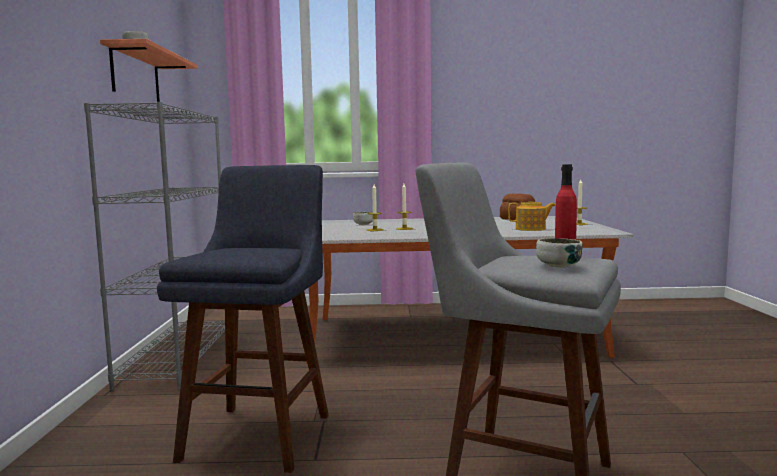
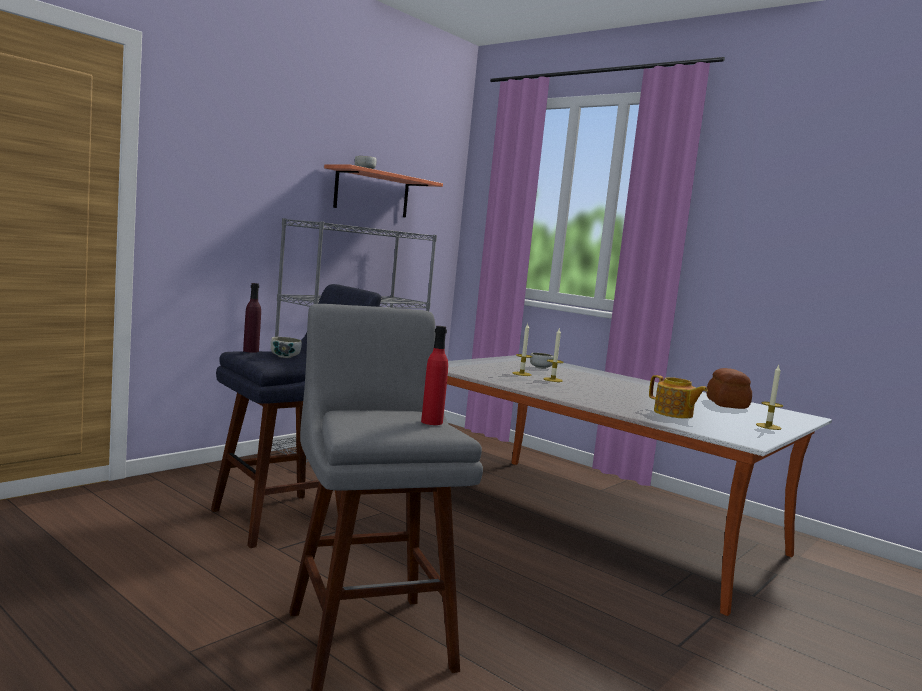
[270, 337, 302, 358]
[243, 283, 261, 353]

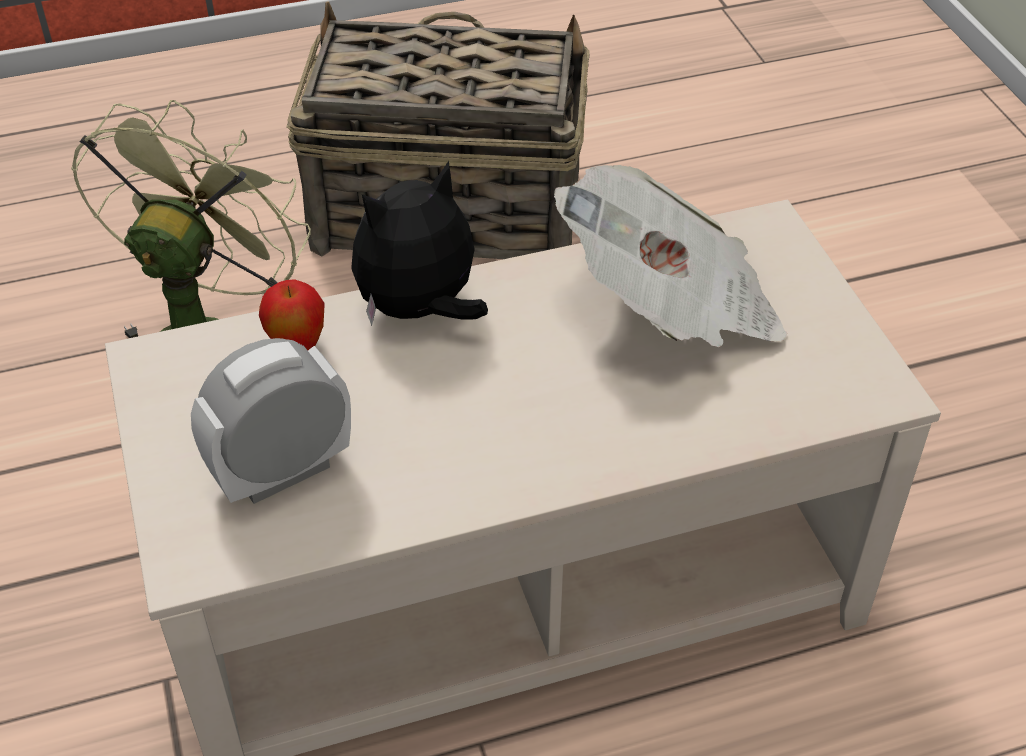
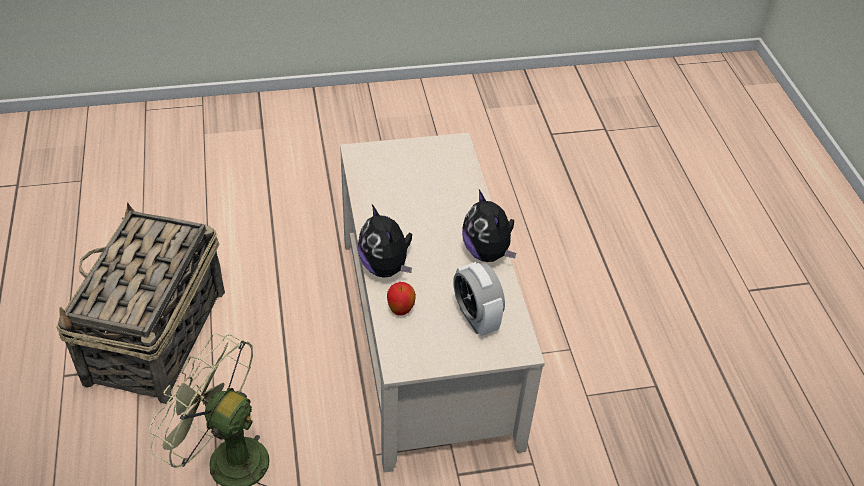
[554, 165, 788, 347] (first image)
[462, 190, 516, 262]

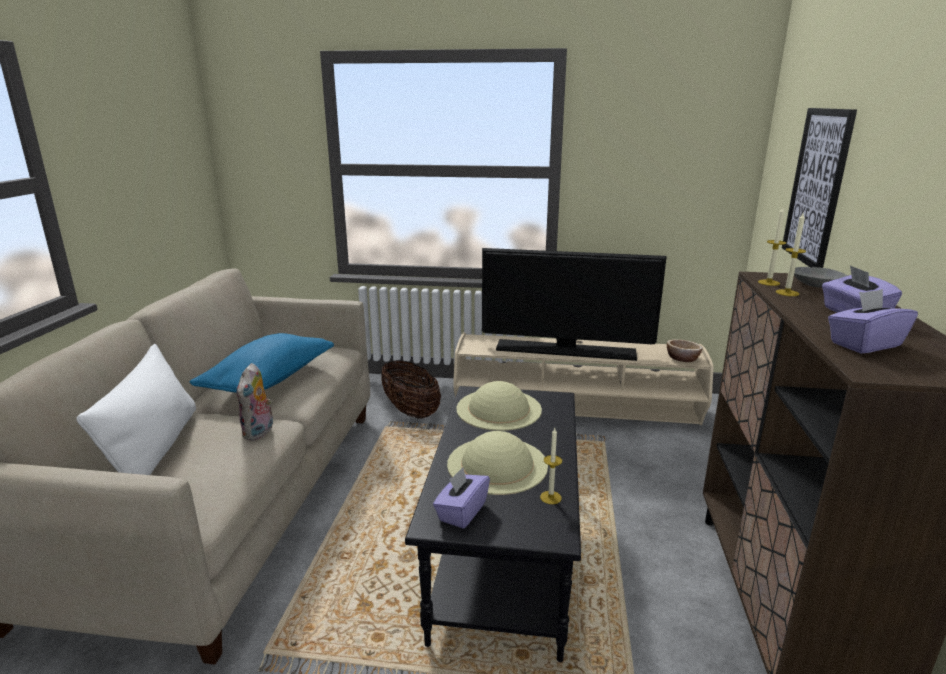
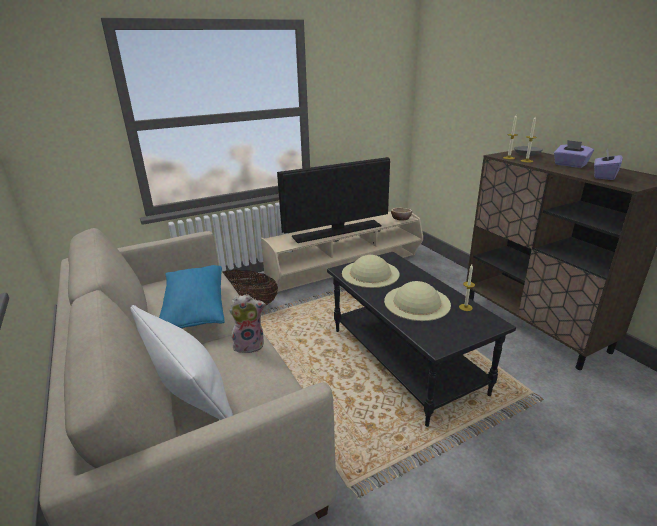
[230, 294, 266, 353]
[433, 467, 490, 529] (first image)
[782, 108, 857, 268] (first image)

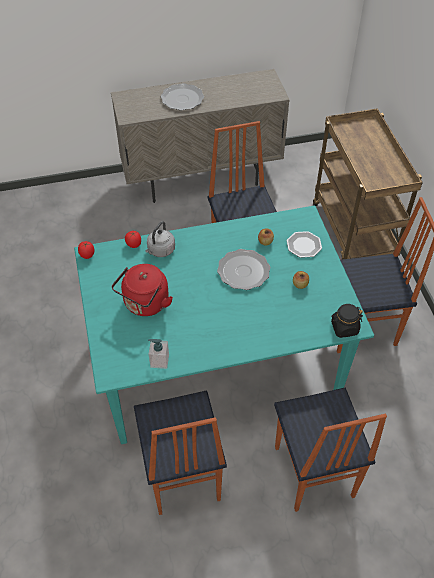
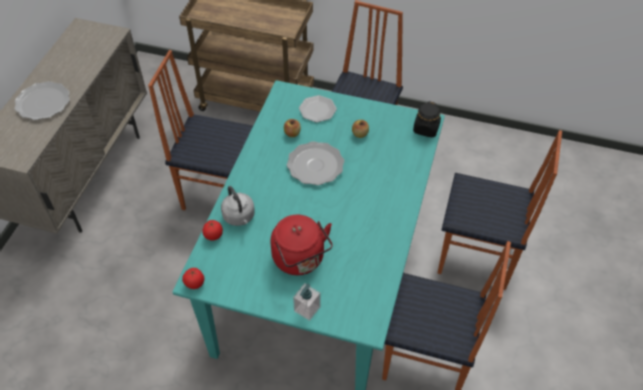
[293, 283, 320, 321]

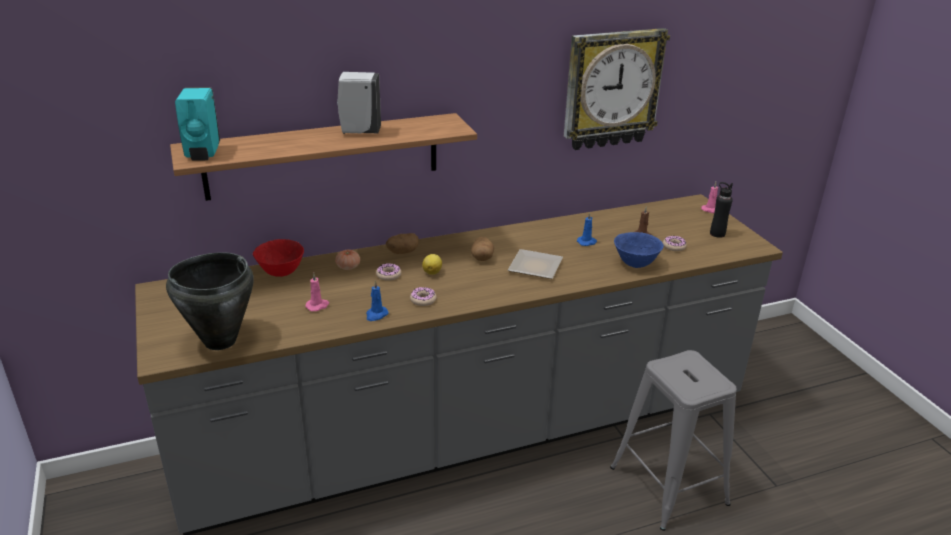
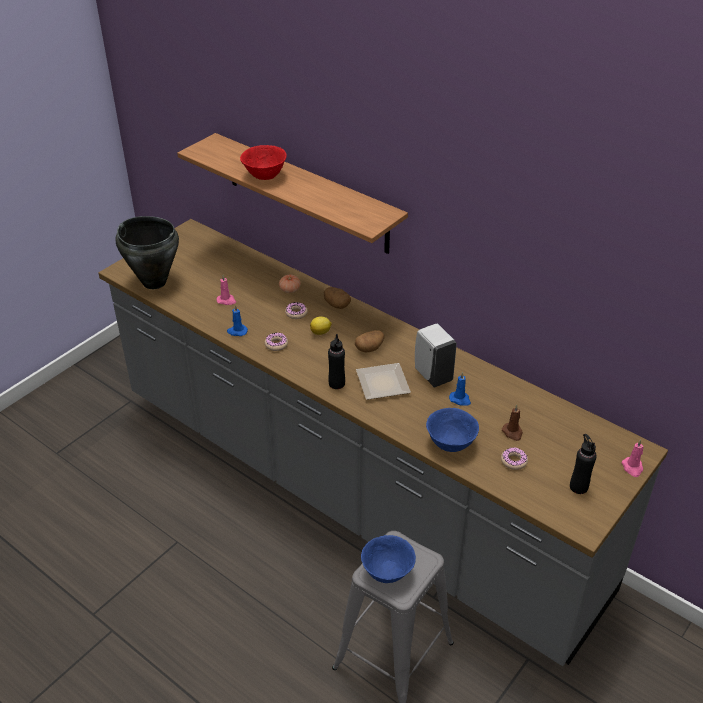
[175, 87, 220, 161] (first image)
[240, 145, 286, 180]
[415, 323, 457, 388]
[564, 28, 670, 150] (first image)
[328, 334, 345, 389]
[361, 535, 416, 583]

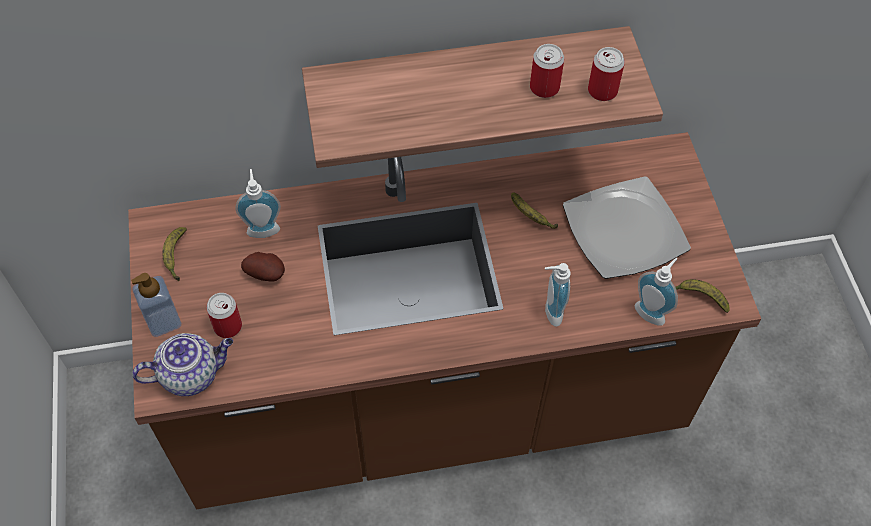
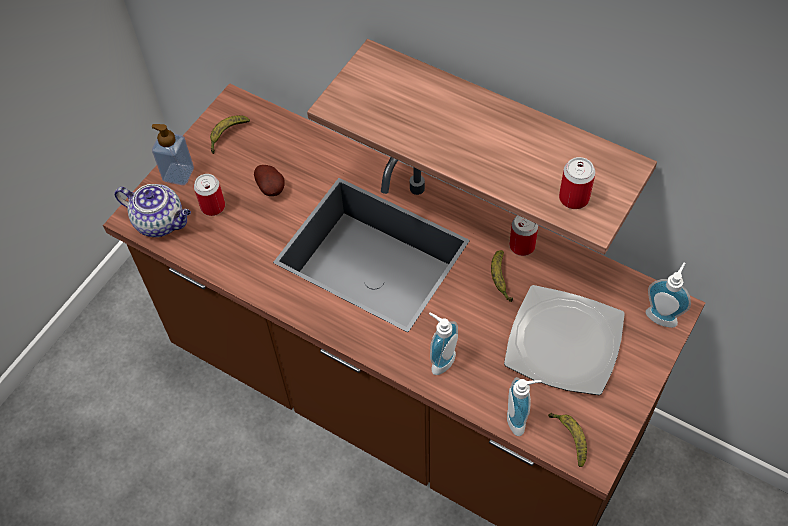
[646, 263, 691, 328]
[509, 215, 538, 256]

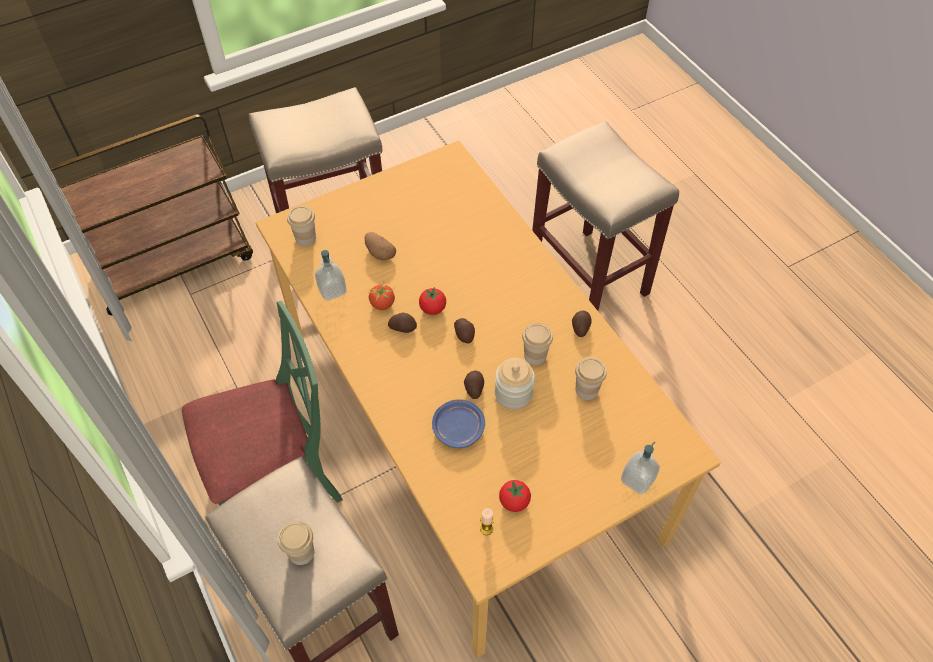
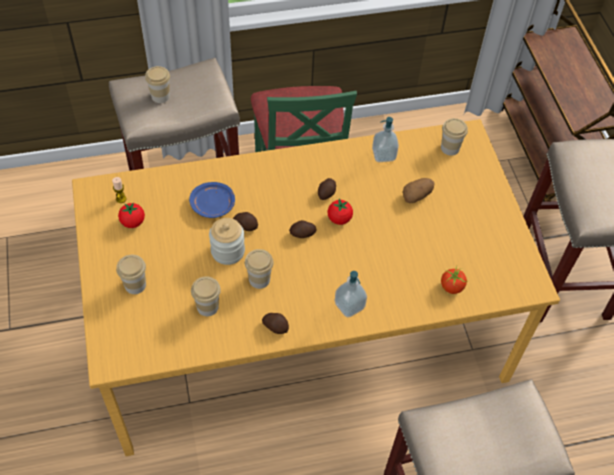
[441, 267, 467, 294]
[335, 271, 367, 317]
[116, 255, 146, 294]

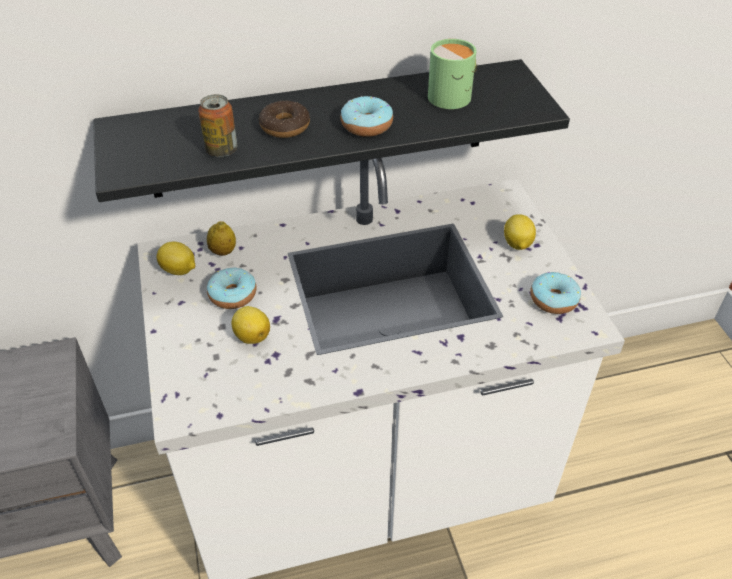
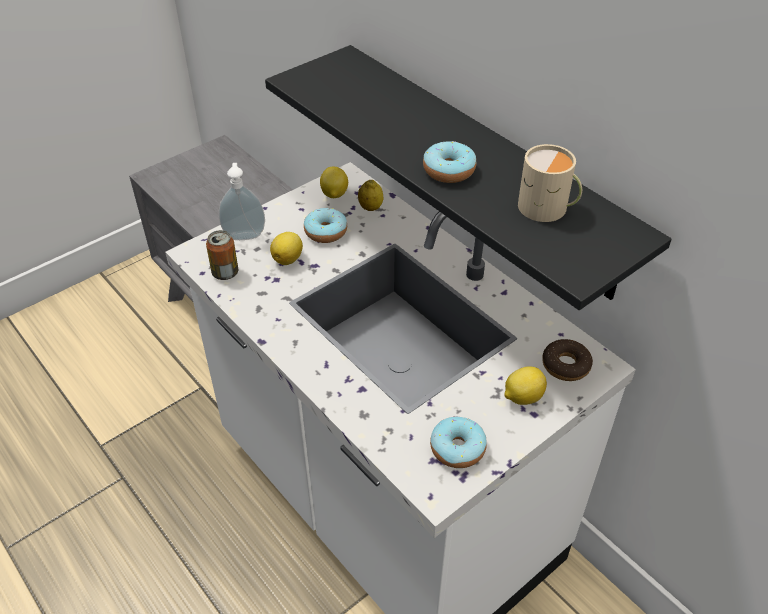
[206, 230, 238, 280]
[542, 339, 593, 381]
[518, 144, 582, 222]
[219, 163, 265, 240]

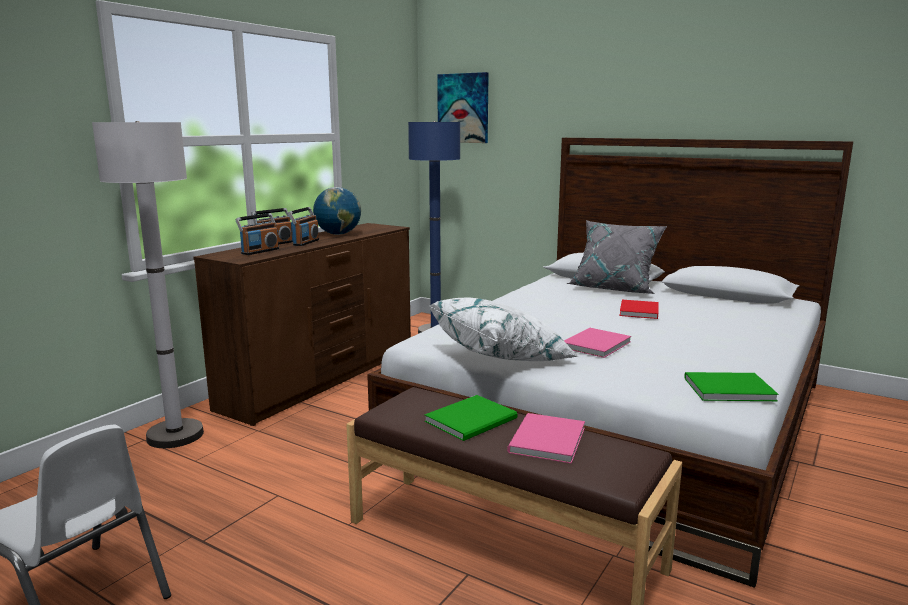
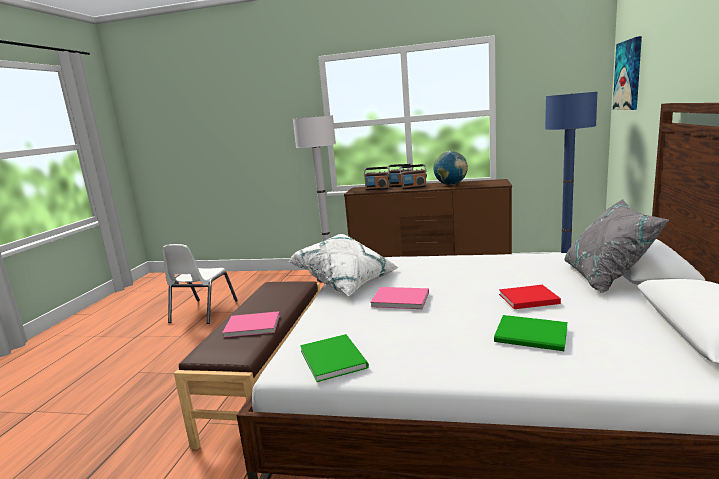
[494, 315, 568, 351]

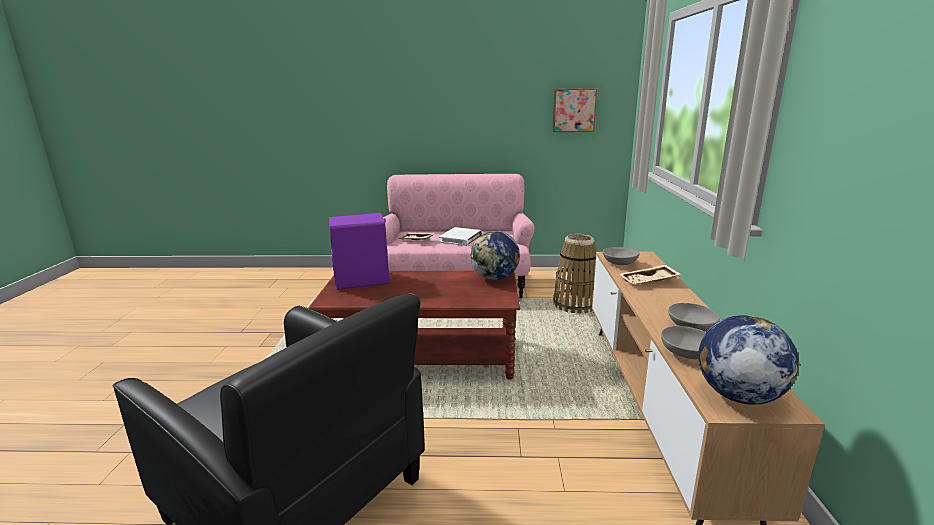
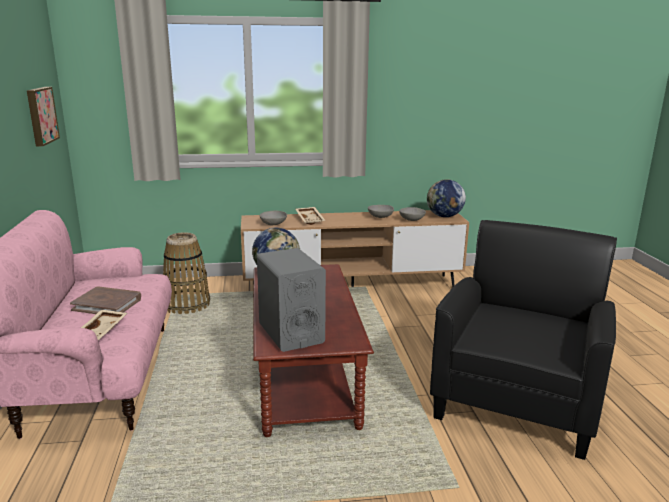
[257, 248, 326, 352]
[70, 286, 141, 314]

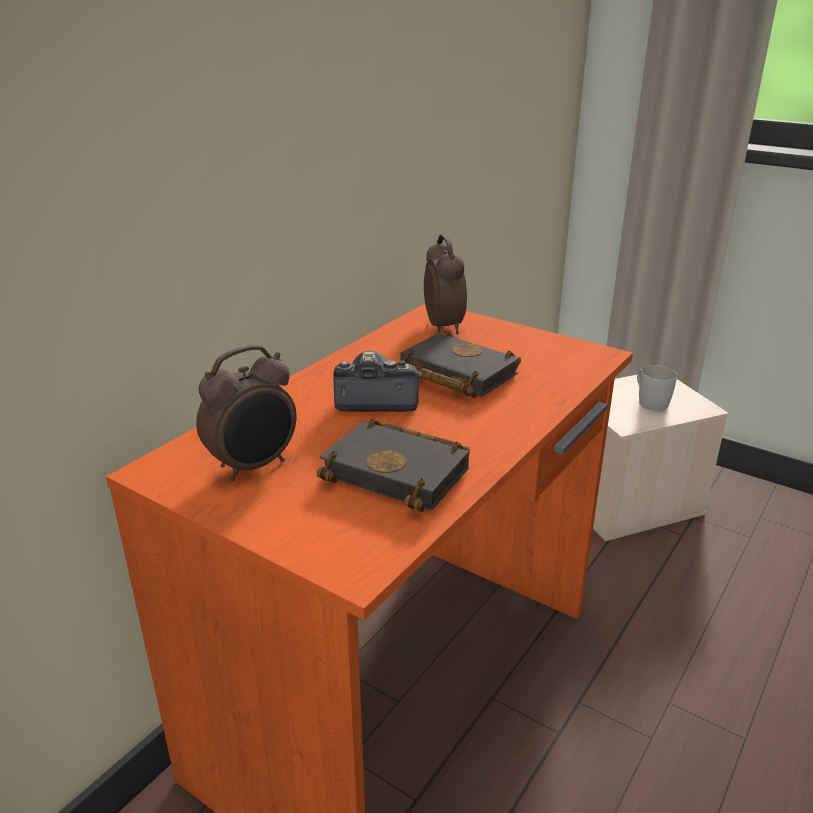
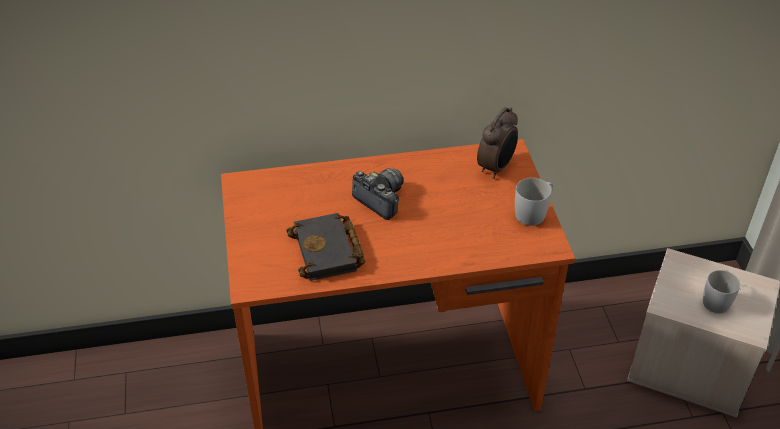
[196, 345, 297, 481] (first image)
[397, 331, 521, 398] (first image)
[515, 178, 553, 226]

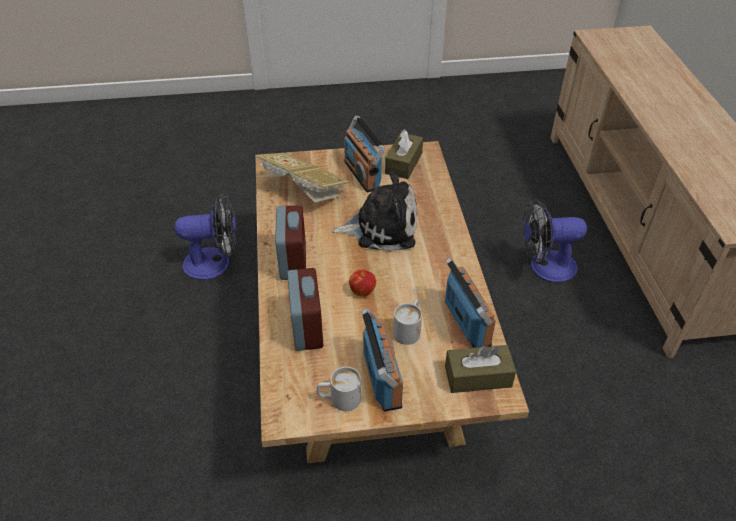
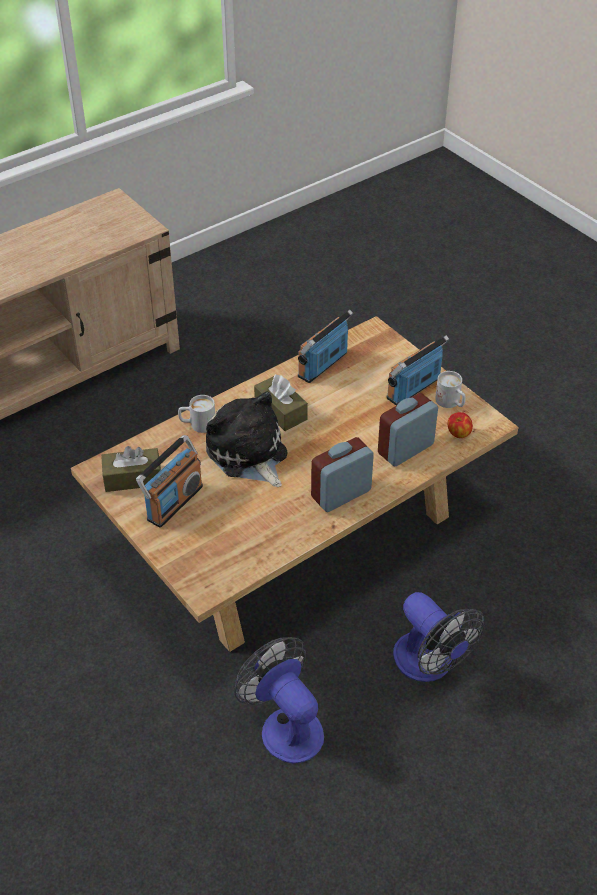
[256, 153, 350, 202] (first image)
[448, 412, 473, 438]
[178, 395, 215, 433]
[254, 374, 308, 431]
[393, 592, 484, 682]

